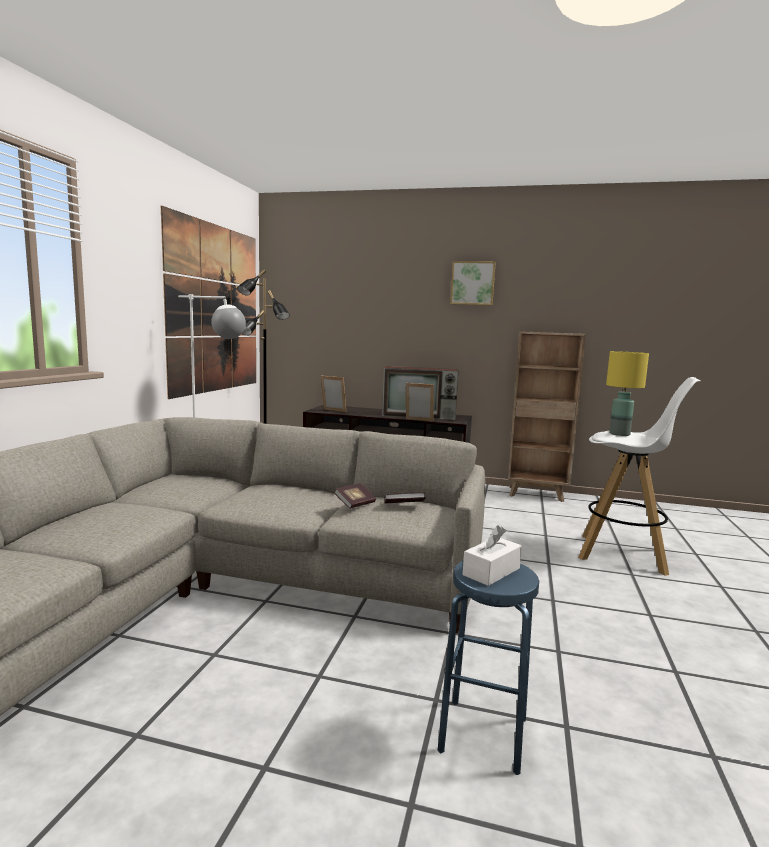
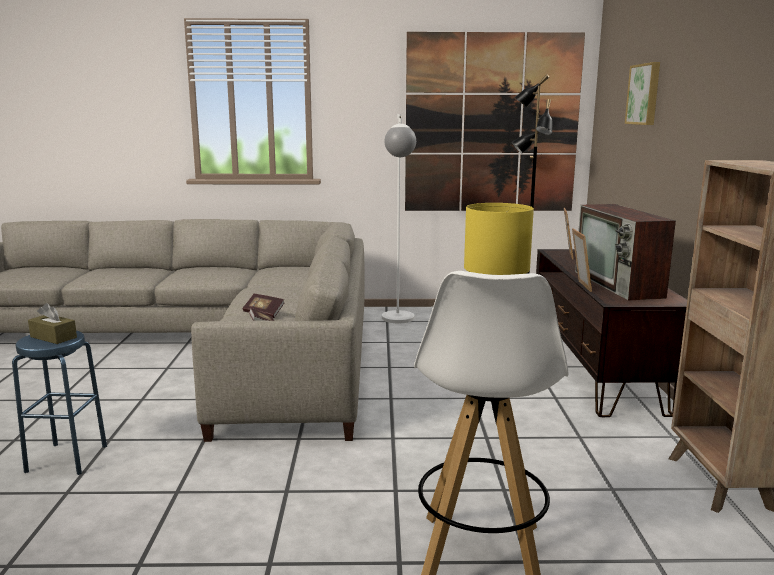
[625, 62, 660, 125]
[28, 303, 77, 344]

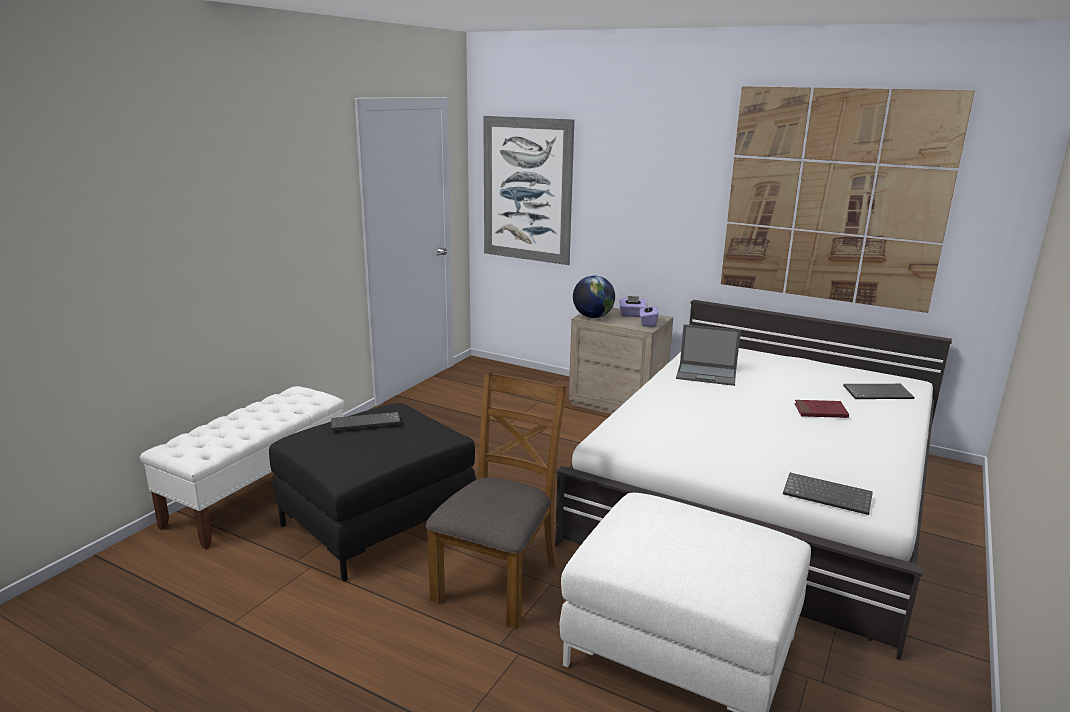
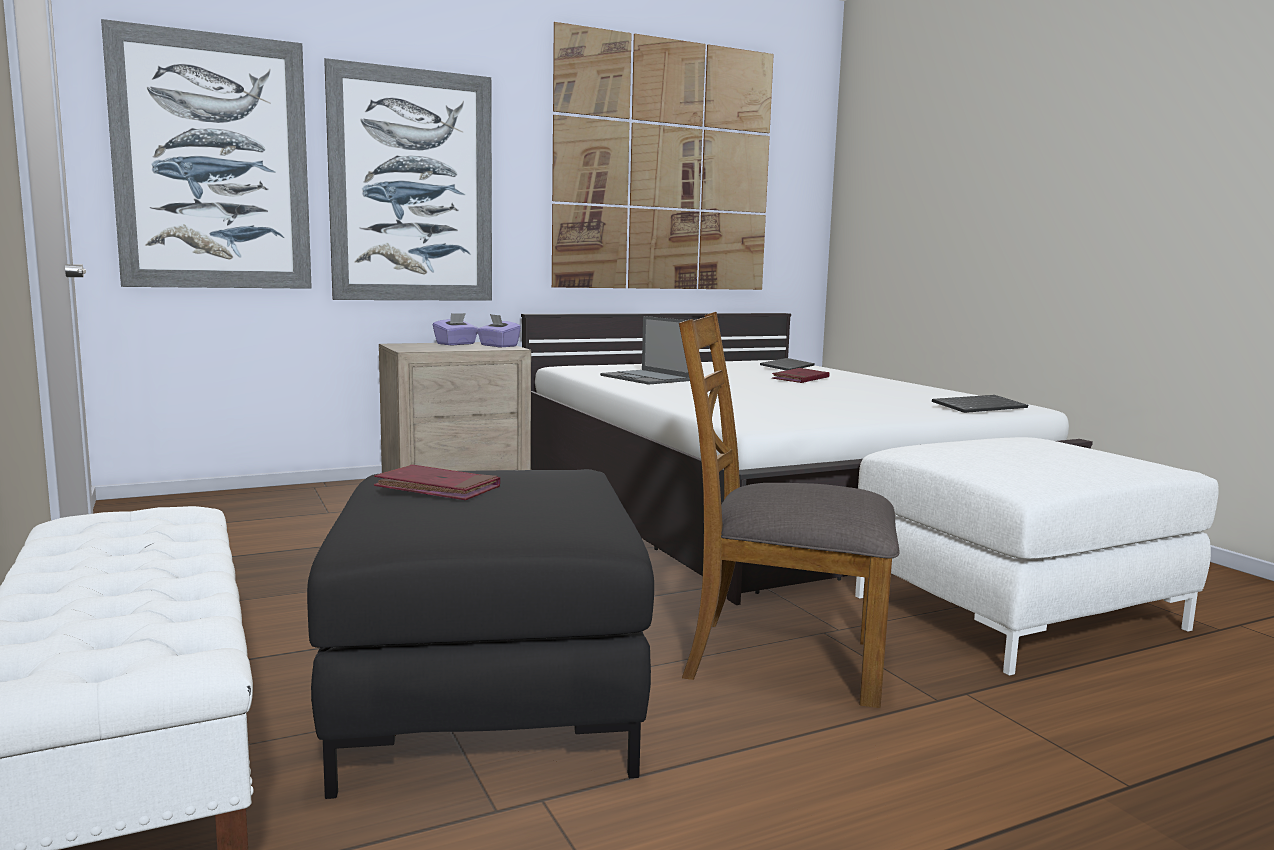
[374, 464, 500, 500]
[679, 312, 900, 708]
[573, 275, 615, 318] (first image)
[600, 316, 690, 385]
[324, 58, 492, 301]

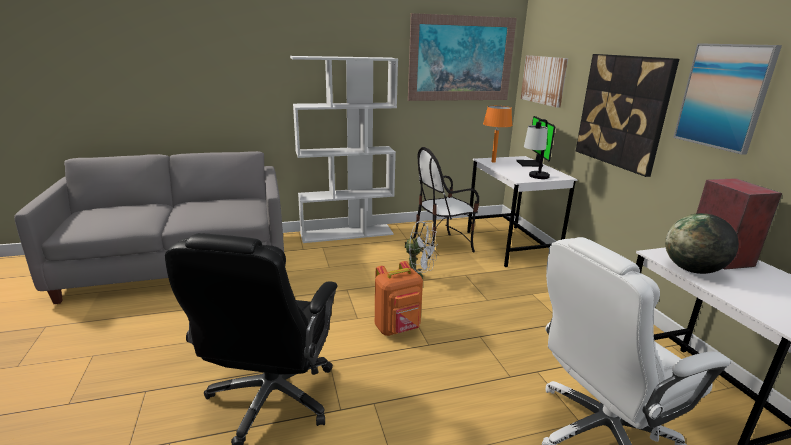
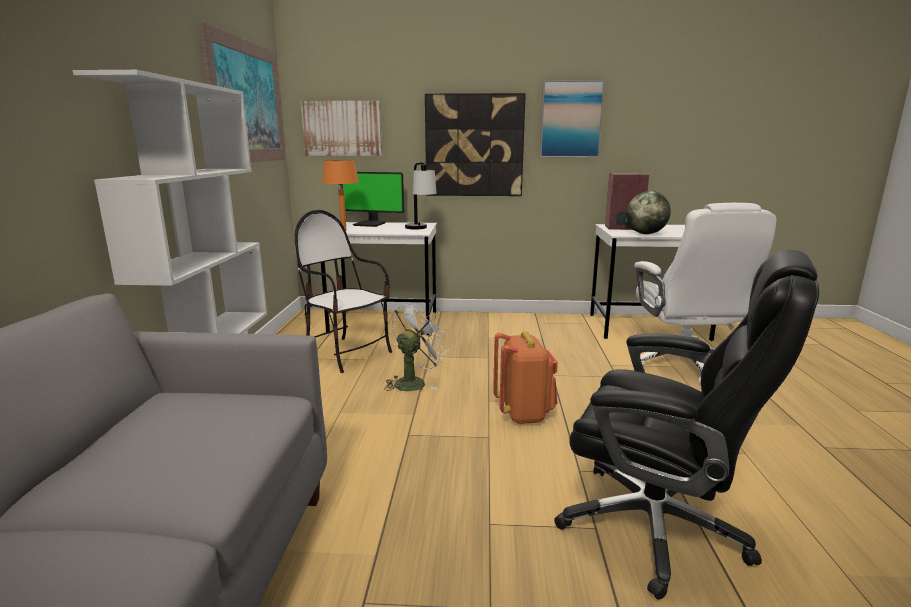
[295, 210, 392, 373]

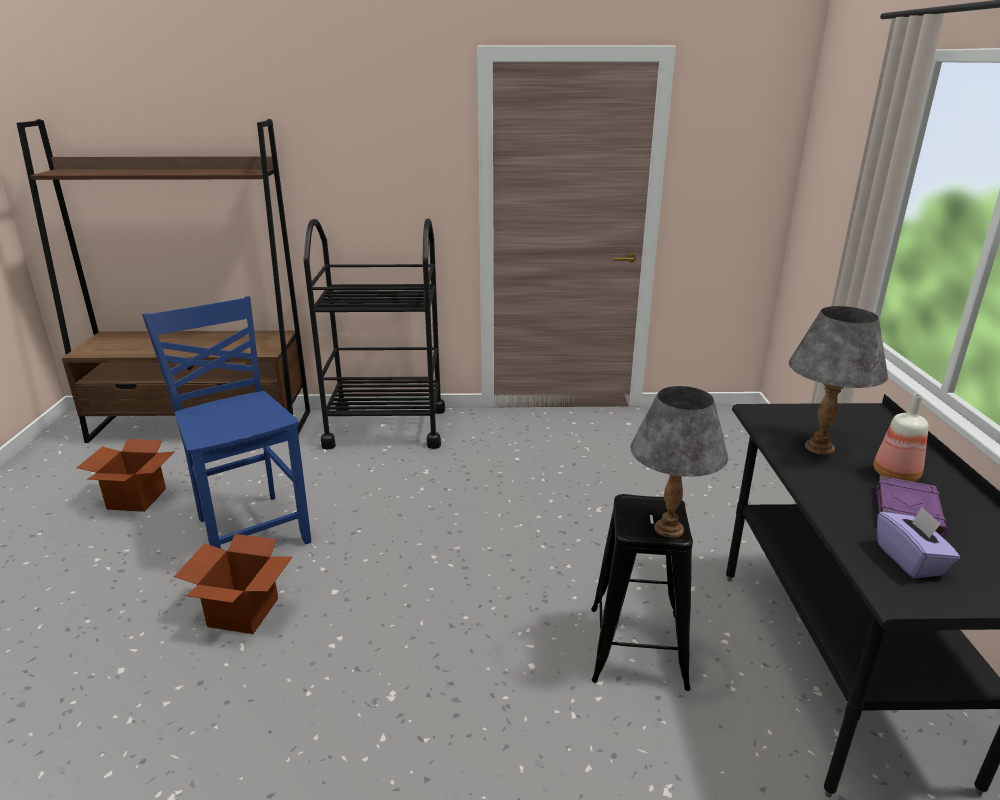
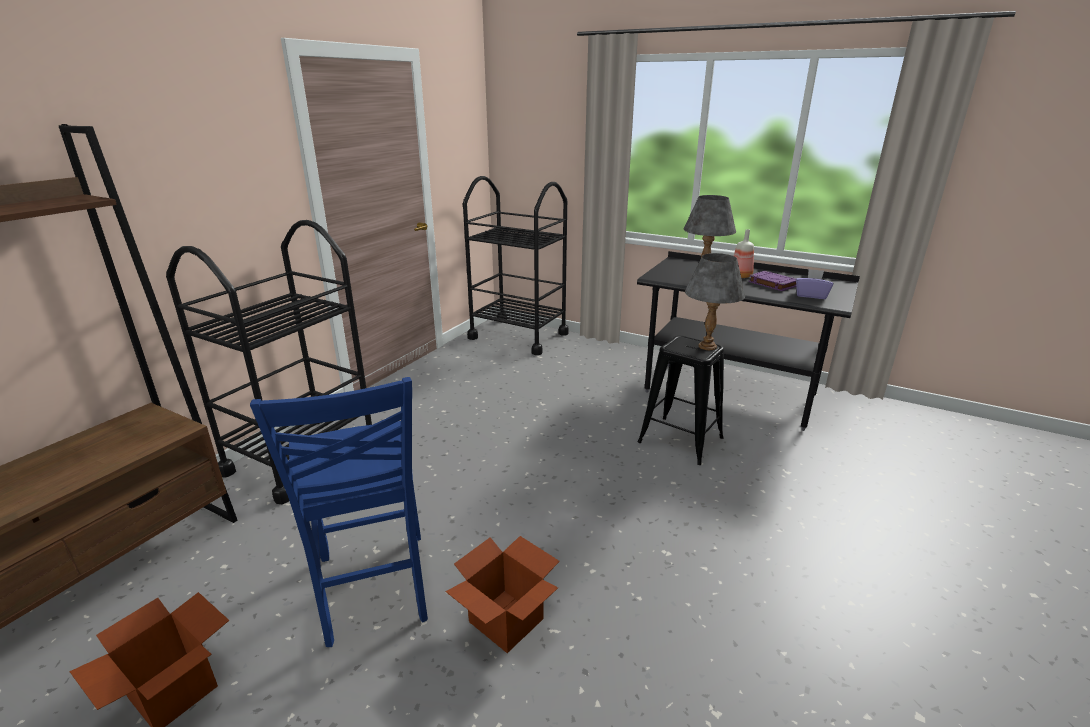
[250, 377, 428, 647]
[463, 176, 568, 355]

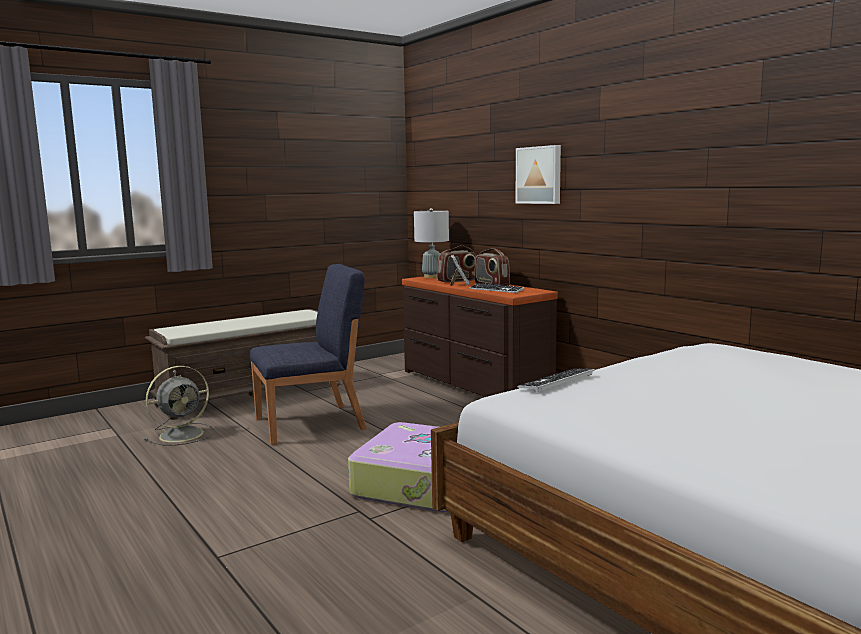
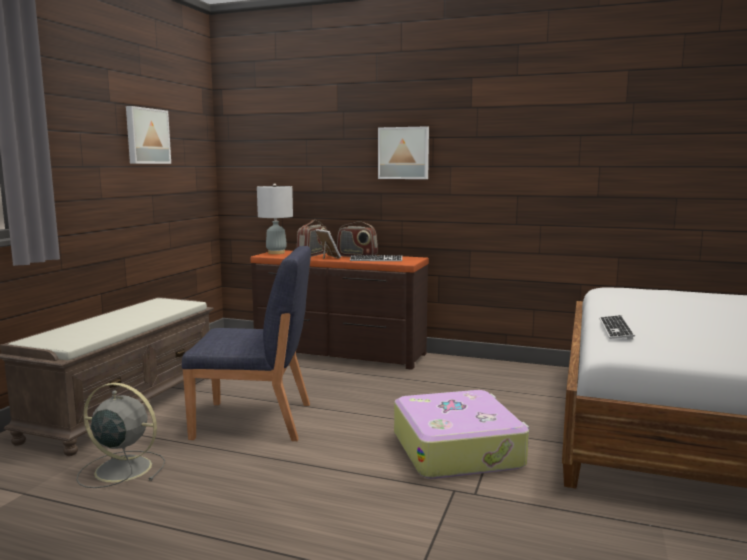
[77, 383, 165, 488]
[182, 246, 311, 441]
[126, 106, 171, 164]

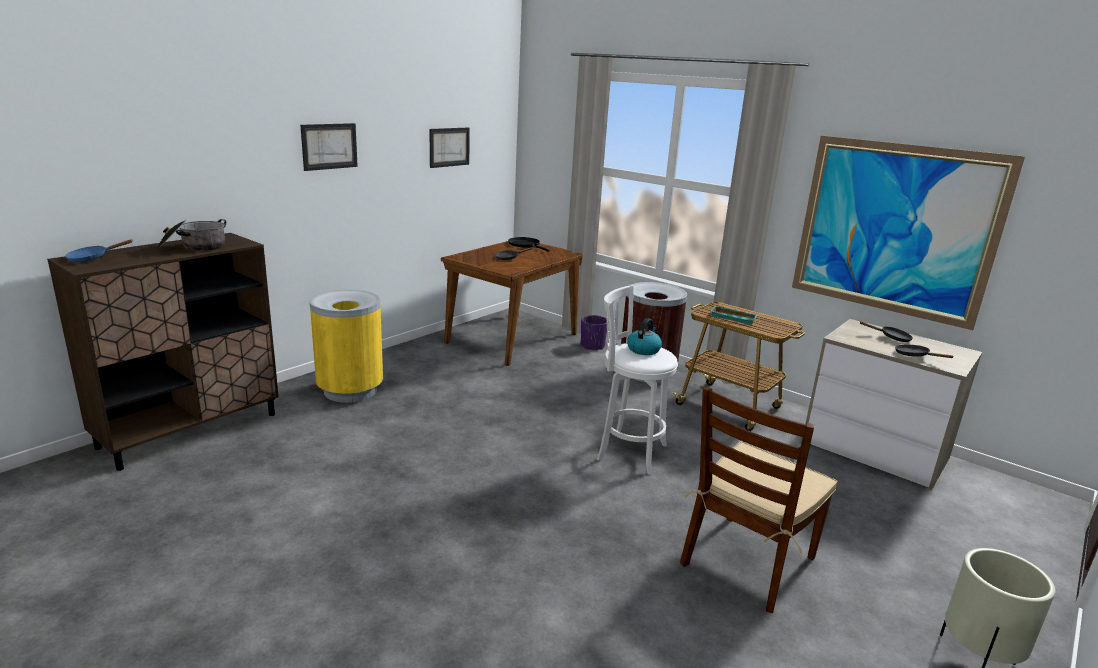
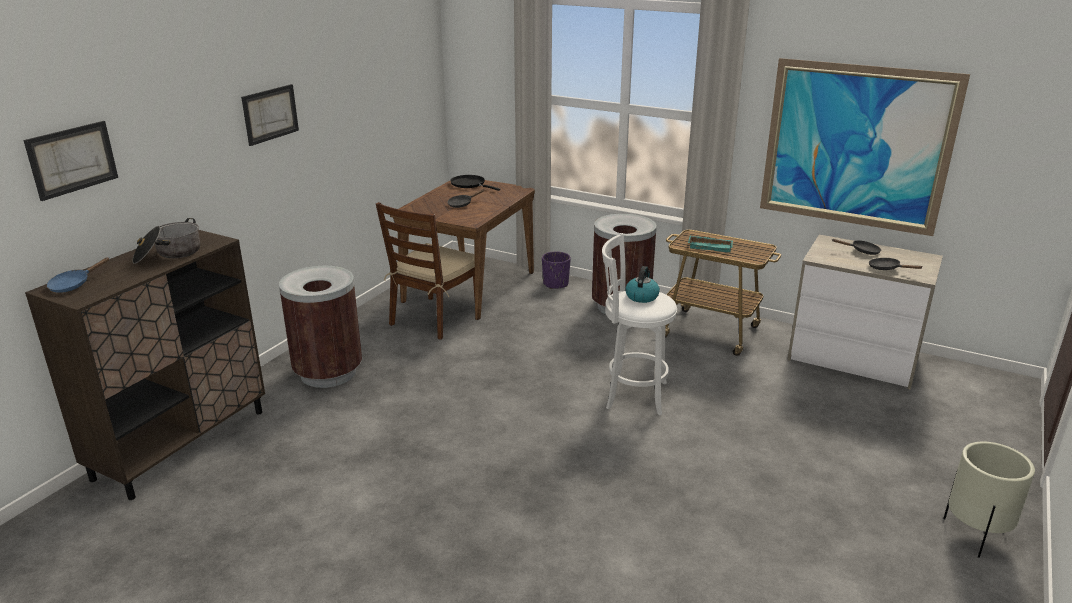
[279, 266, 362, 388]
[23, 121, 118, 201]
[376, 202, 475, 340]

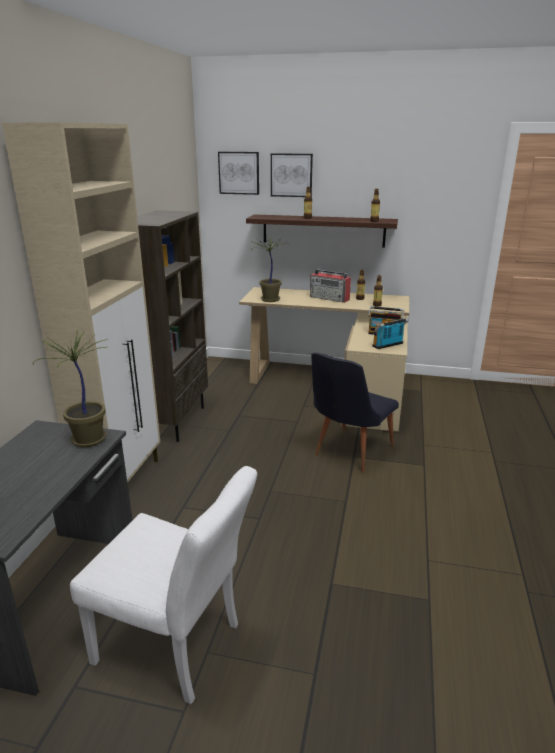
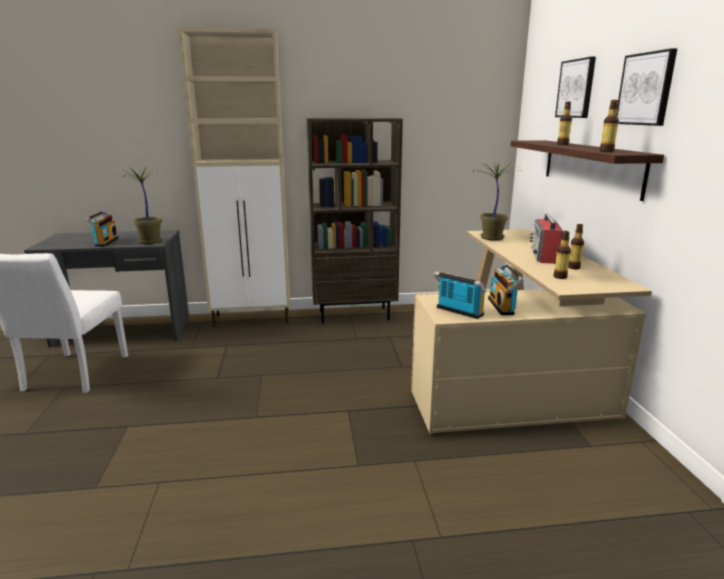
[616, 48, 677, 126]
[311, 353, 399, 473] (first image)
[86, 211, 119, 247]

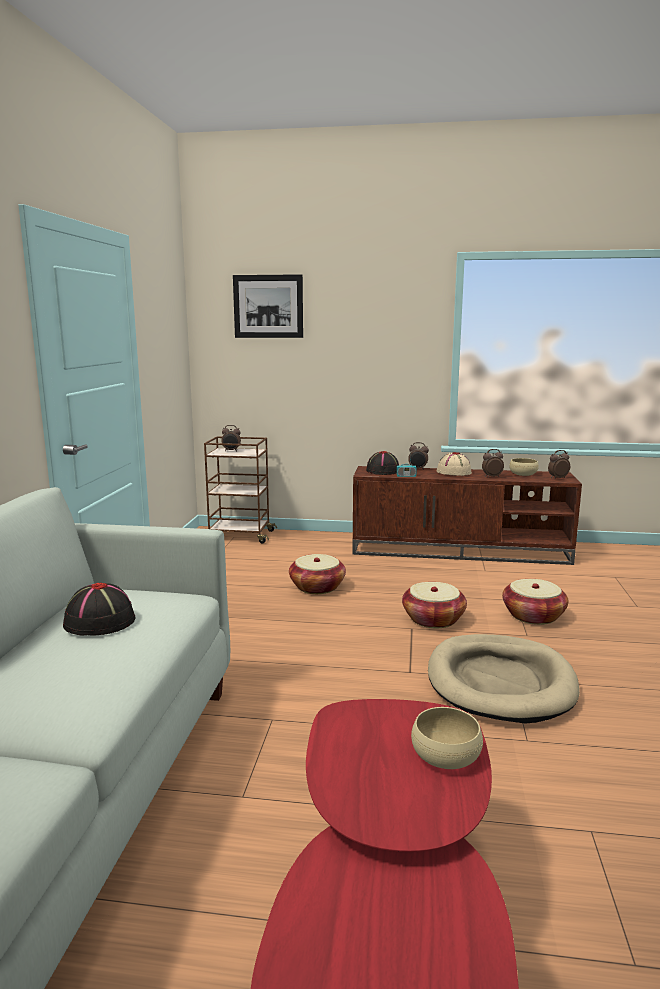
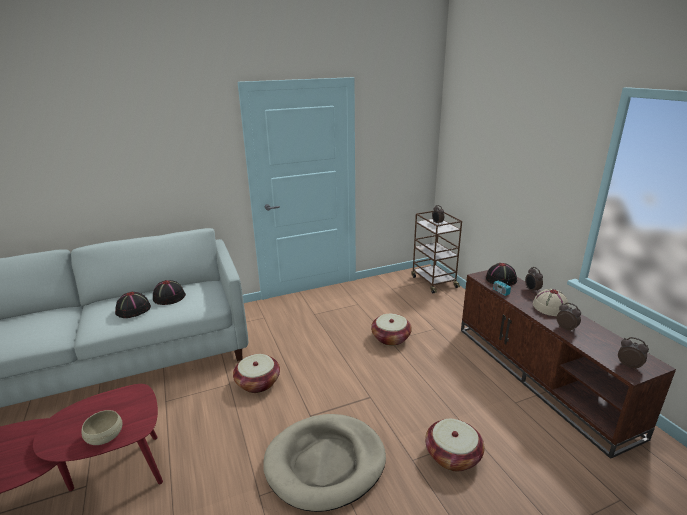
[233, 274, 303, 338] (first image)
[233, 354, 280, 393]
[509, 458, 539, 476] (first image)
[115, 292, 151, 318]

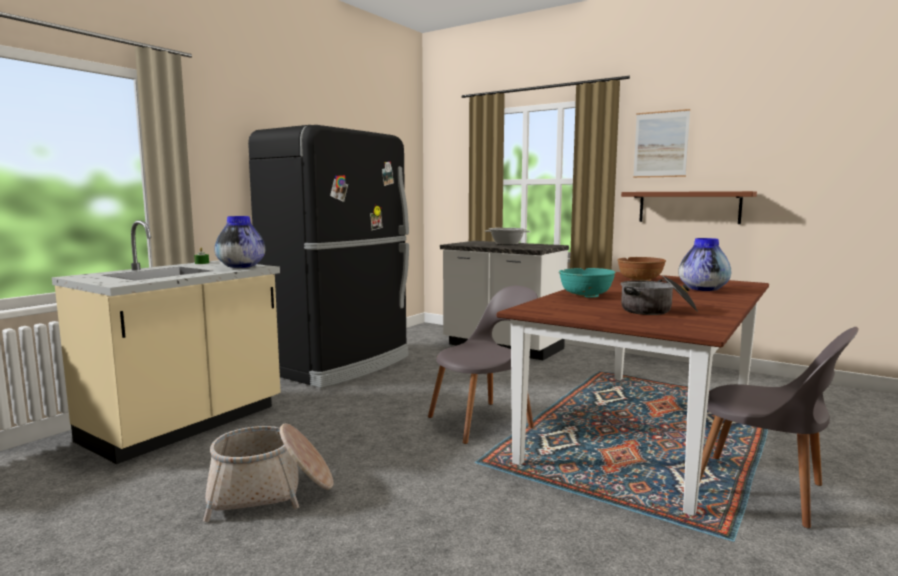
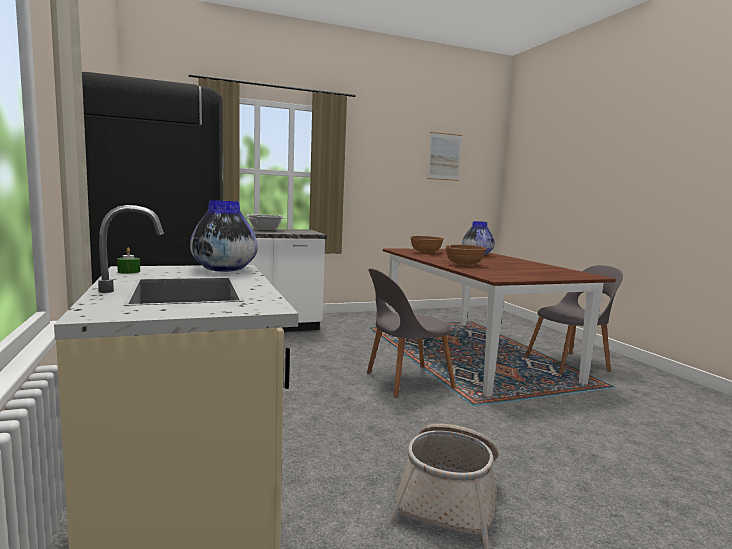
[367, 268, 456, 398]
[445, 245, 486, 266]
[621, 191, 757, 224] (first image)
[621, 275, 698, 315] (first image)
[427, 132, 462, 181]

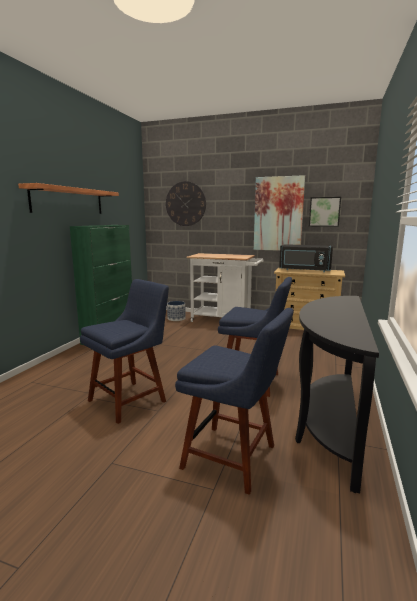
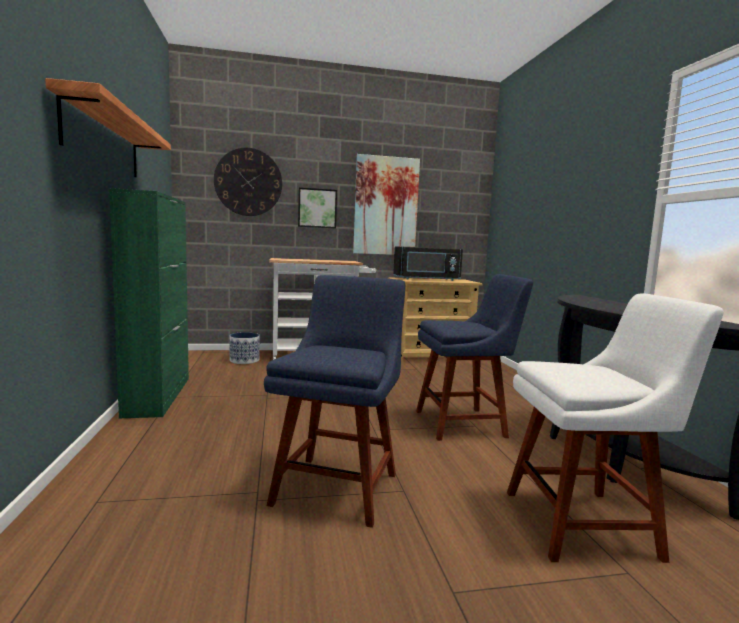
[507, 293, 724, 563]
[298, 188, 337, 228]

